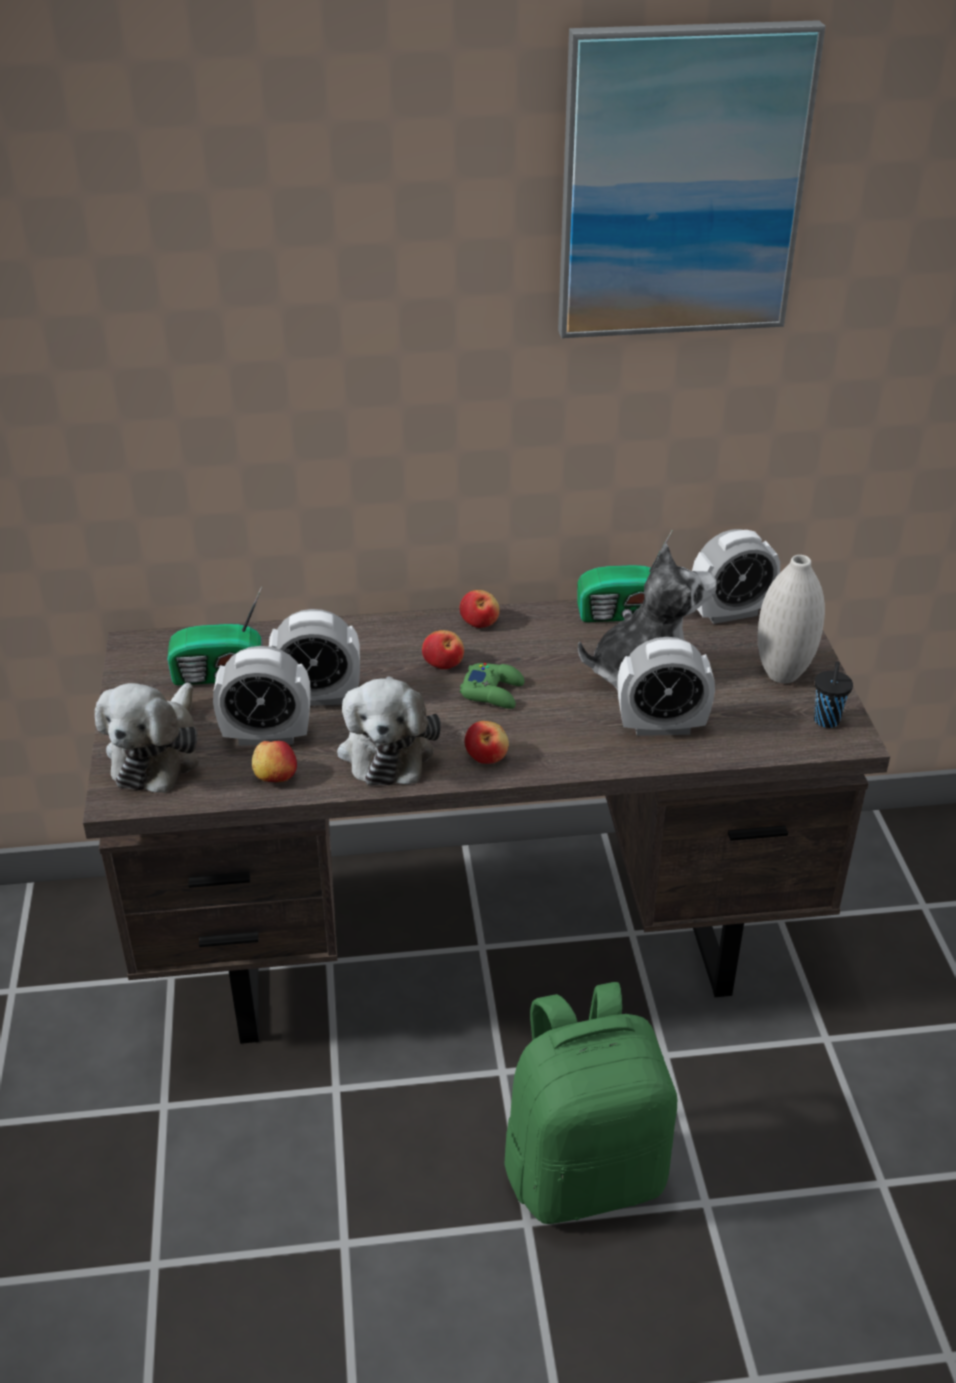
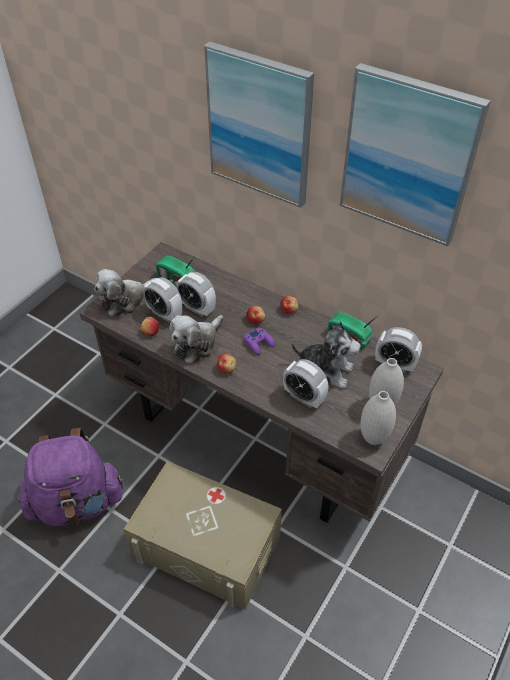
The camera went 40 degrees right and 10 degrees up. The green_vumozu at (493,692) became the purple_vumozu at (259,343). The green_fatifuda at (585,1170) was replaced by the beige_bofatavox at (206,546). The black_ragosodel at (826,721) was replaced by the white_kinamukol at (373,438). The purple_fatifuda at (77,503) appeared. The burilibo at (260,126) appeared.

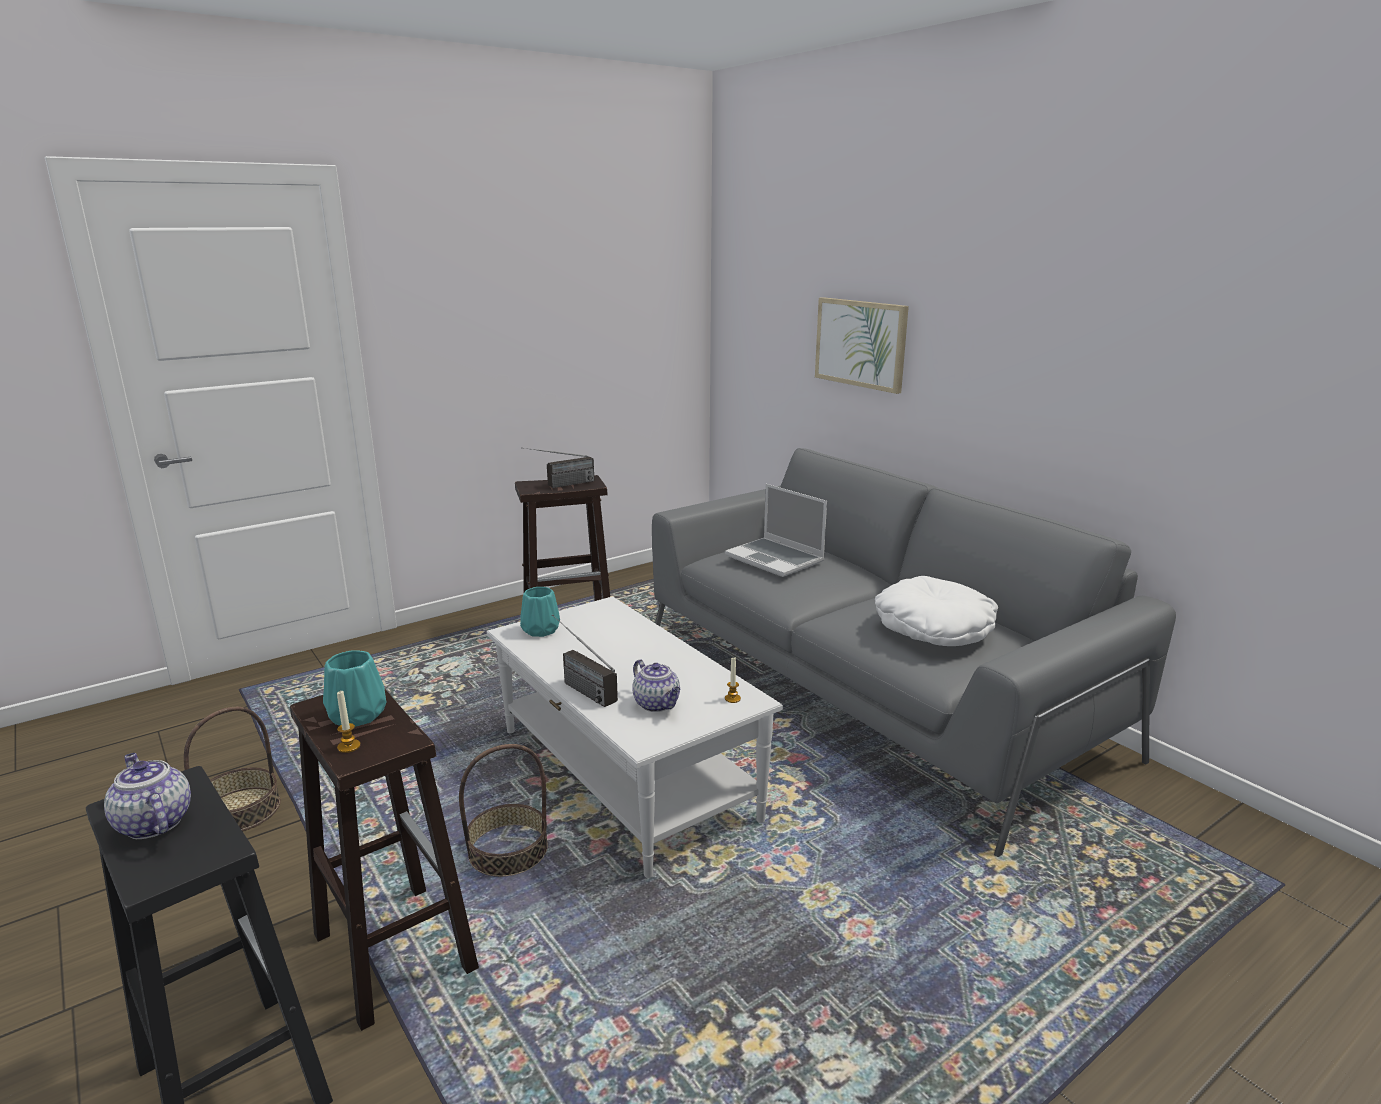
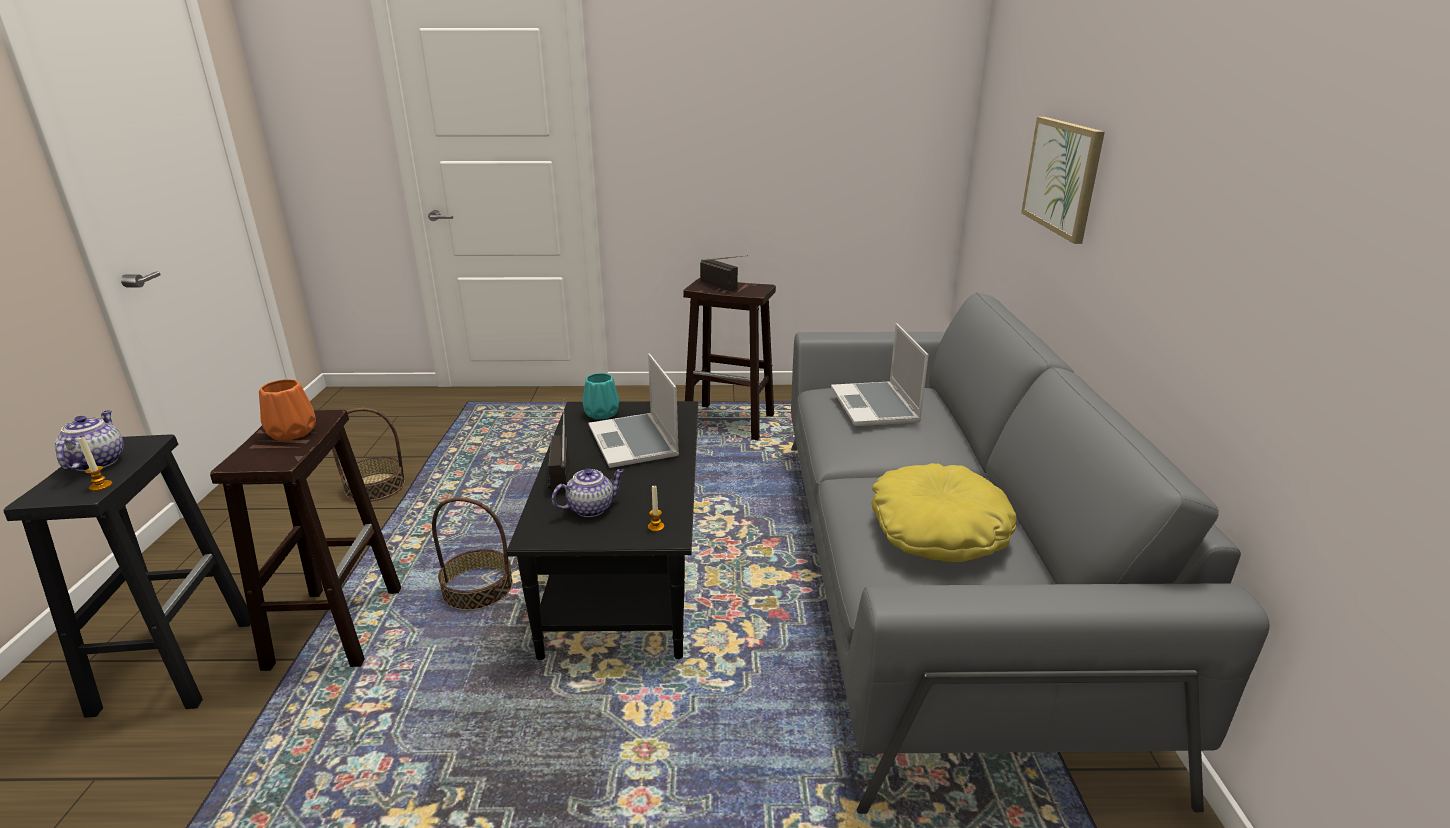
The camera went 35 degrees right and 5 degrees up. The turquoise_kinamukol at (355,715) became the orange_kinamukol at (291,432). The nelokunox moved from (349,746) to (100,486). The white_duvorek at (627,774) became the black_duvorek at (625,566). The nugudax at (560,485) turned 135 degrees counterclockwise. The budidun at (657,704) turned 120 degrees counterclockwise. The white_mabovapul at (936,628) became the yellow_mabovapul at (940,531). The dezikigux at (635,442) appeared.

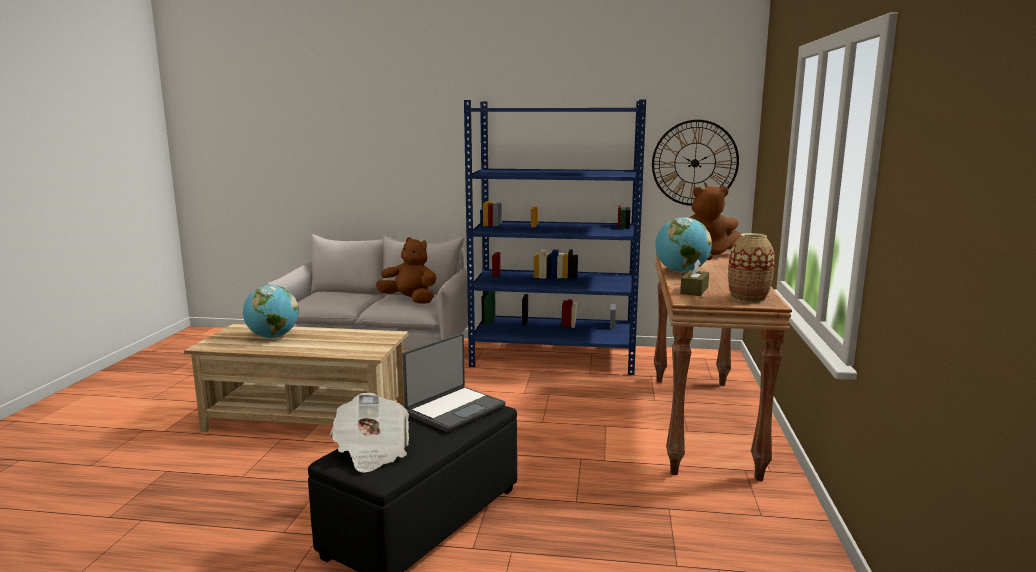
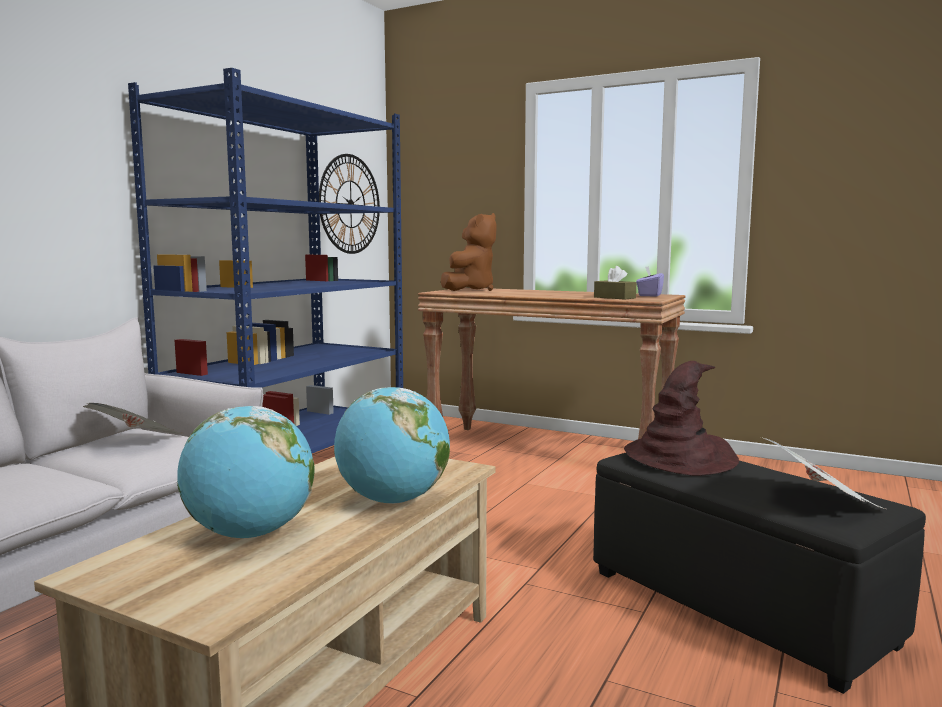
The camera went 70 degrees left and 5 degrees down. The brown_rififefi at (410,300) was replaced by the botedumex at (137,442). The dezikigux at (454,409) was replaced by the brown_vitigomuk at (681,458). The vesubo moved from (681,272) to (393,501). The kinamukol at (748,298) was replaced by the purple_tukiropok at (649,295).

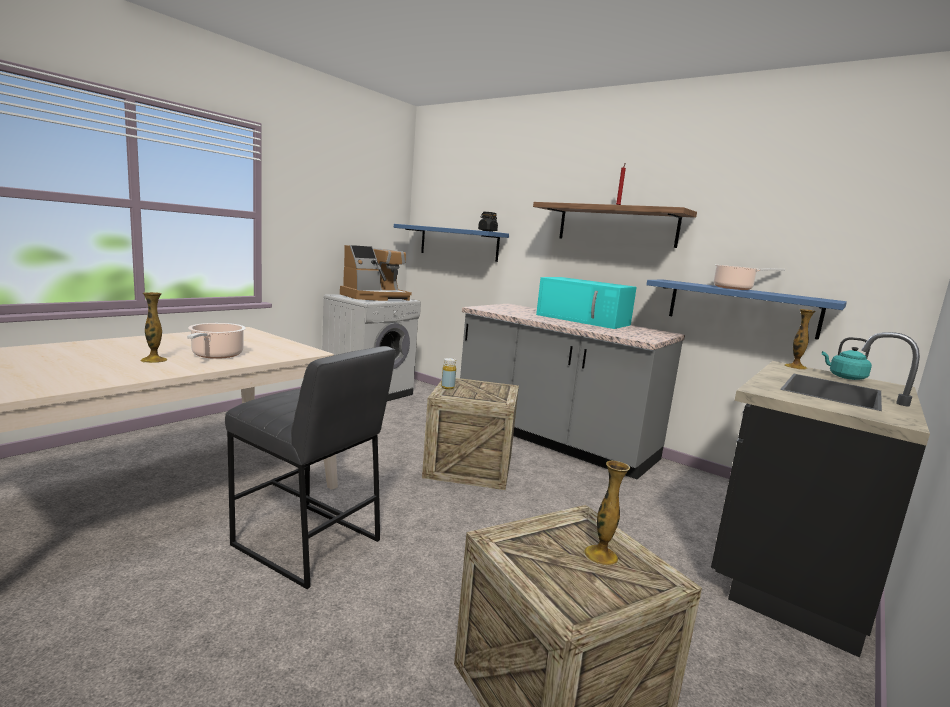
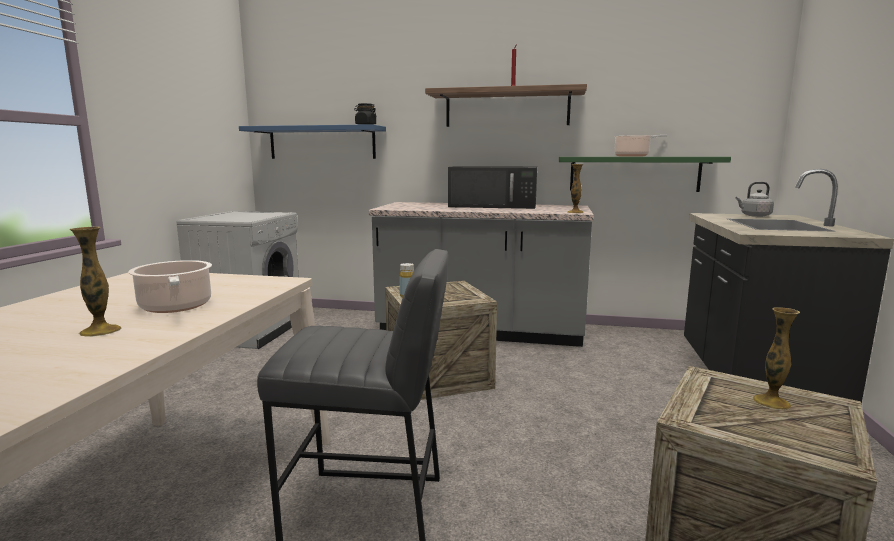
The camera went 25 degrees left and 0 degrees up. The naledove at (375,297) disappeared. The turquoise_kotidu at (584,320) became the black_kotidu at (494,205). The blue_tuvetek at (742,308) became the green_tuvetek at (634,174). The kinamukol moved from (795,367) to (575,212). The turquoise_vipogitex at (844,377) became the grey_vipogitex at (754,216).

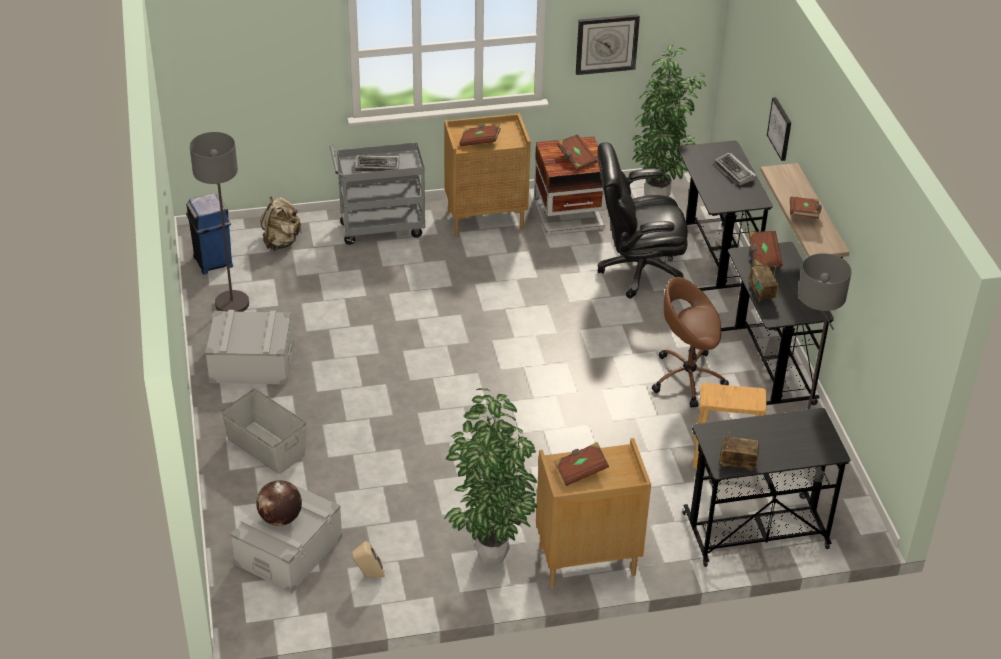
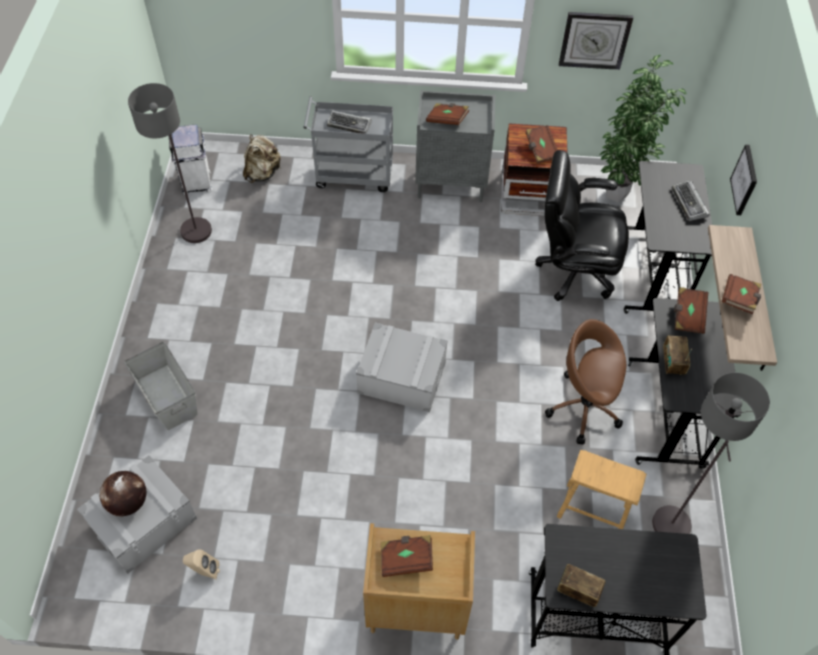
The camera went 15 degrees right and 15 degrees up. The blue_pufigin at (213,262) became the white_pufigin at (196,183). The grey_bofatavox moved from (251,363) to (401,377). The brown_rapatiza at (486,220) became the grey_rapatiza at (451,185). The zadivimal at (488,559) disappeared.

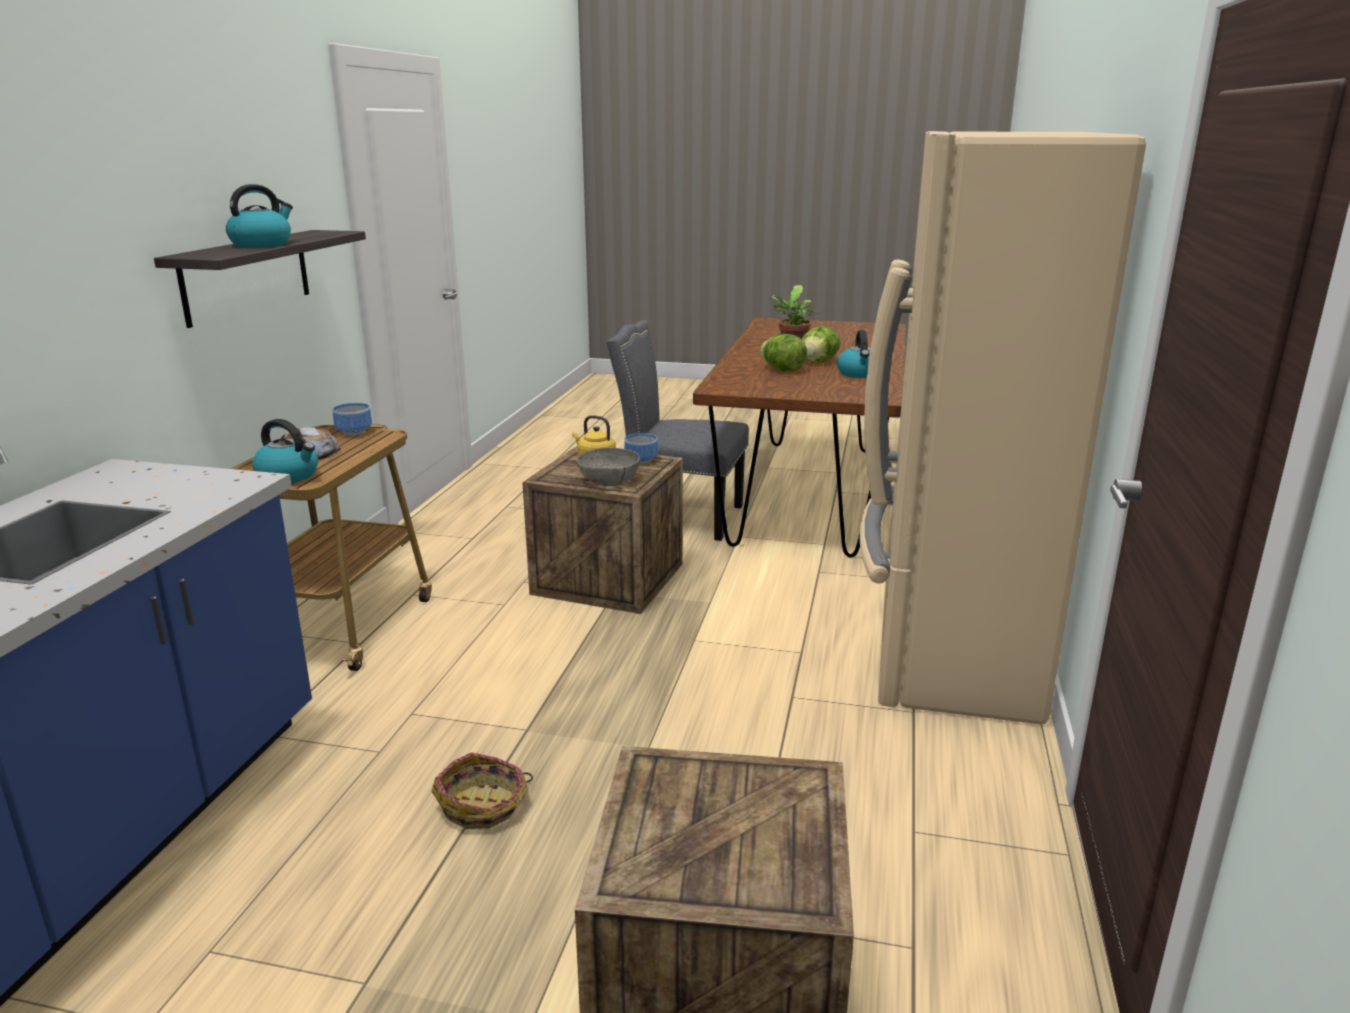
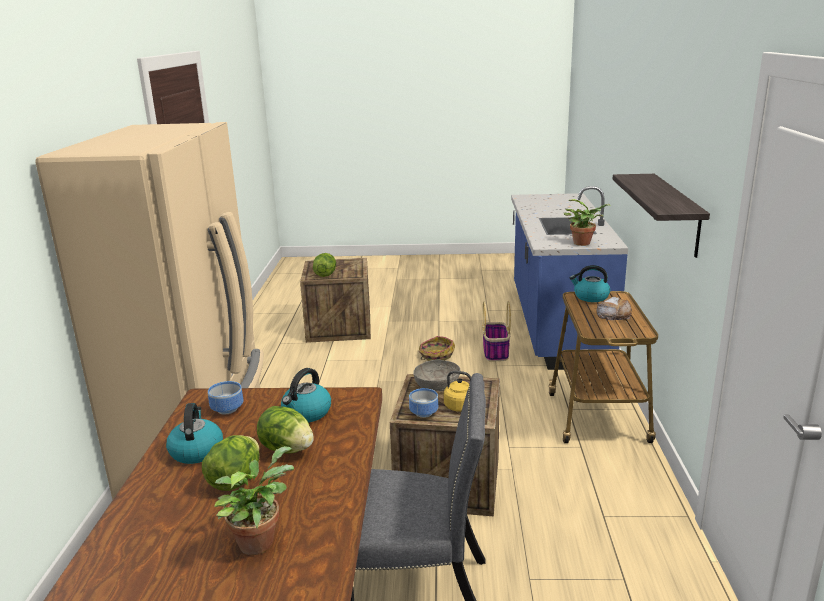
The camera went 170 degrees right and 0 degrees up. The vipogitex moved from (262,244) to (306,413). The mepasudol moved from (354,432) to (227,408). The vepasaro at (325,274) appeared. The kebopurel at (496,352) appeared. The zadivimal at (584,243) appeared.

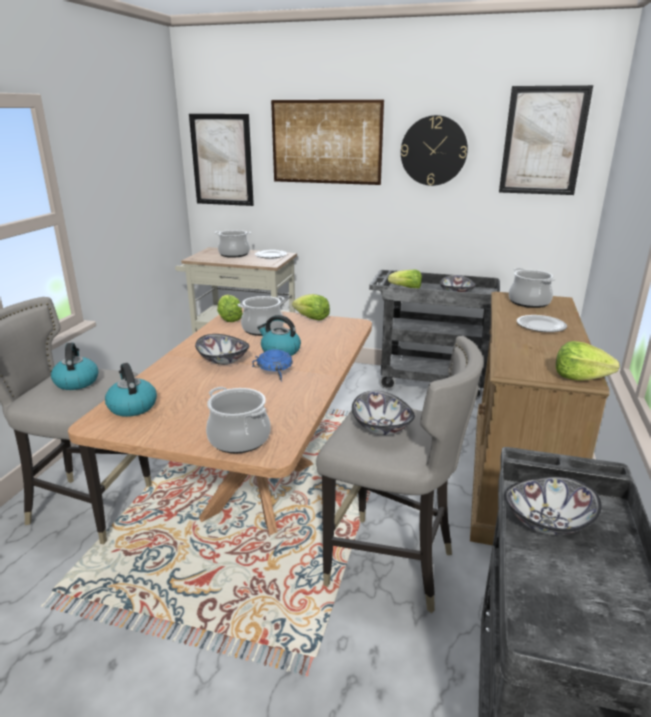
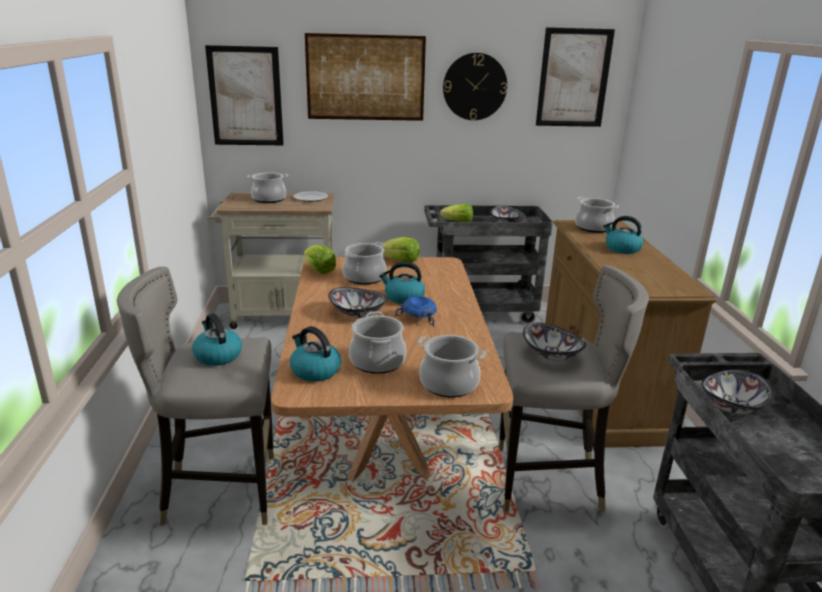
The camera went 20 degrees left and 0 degrees up. The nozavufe at (541,326) was replaced by the vipogitex at (622,249). The vepasaro at (579,377) disappeared. The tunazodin at (377,361) appeared.

